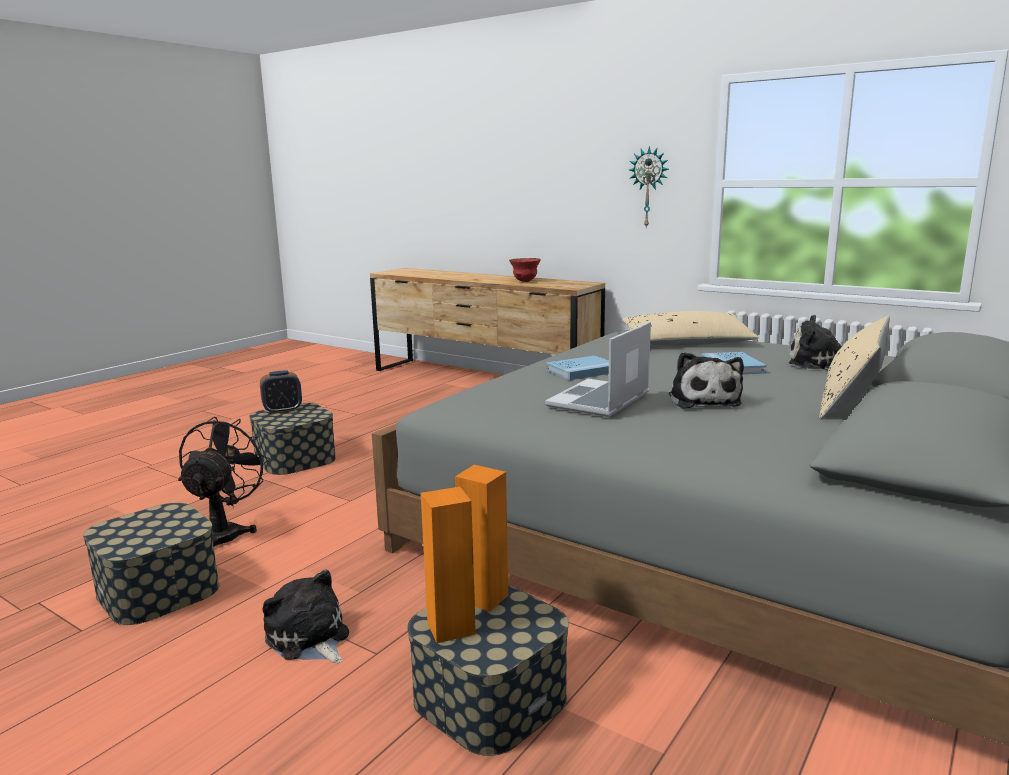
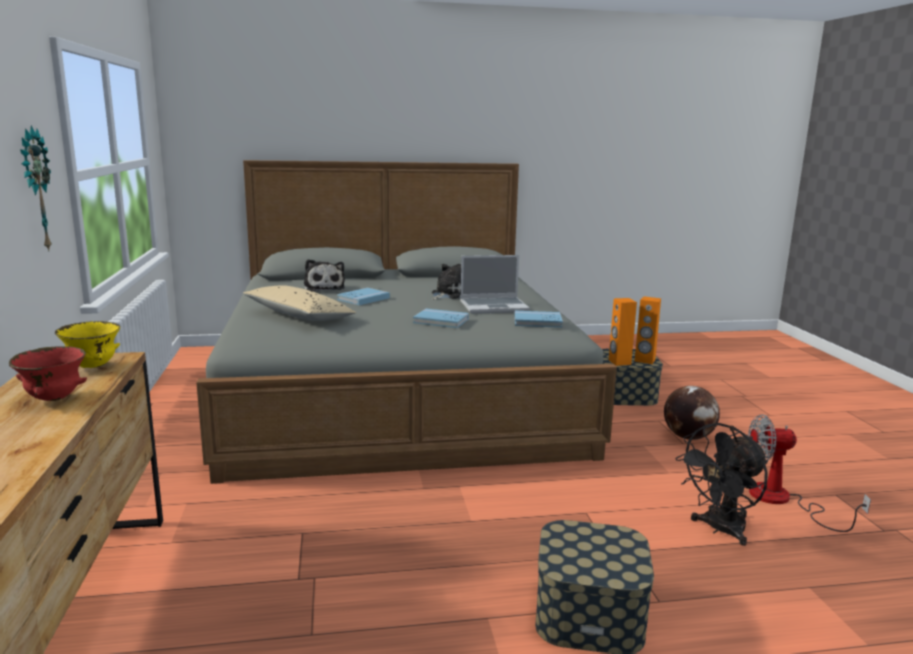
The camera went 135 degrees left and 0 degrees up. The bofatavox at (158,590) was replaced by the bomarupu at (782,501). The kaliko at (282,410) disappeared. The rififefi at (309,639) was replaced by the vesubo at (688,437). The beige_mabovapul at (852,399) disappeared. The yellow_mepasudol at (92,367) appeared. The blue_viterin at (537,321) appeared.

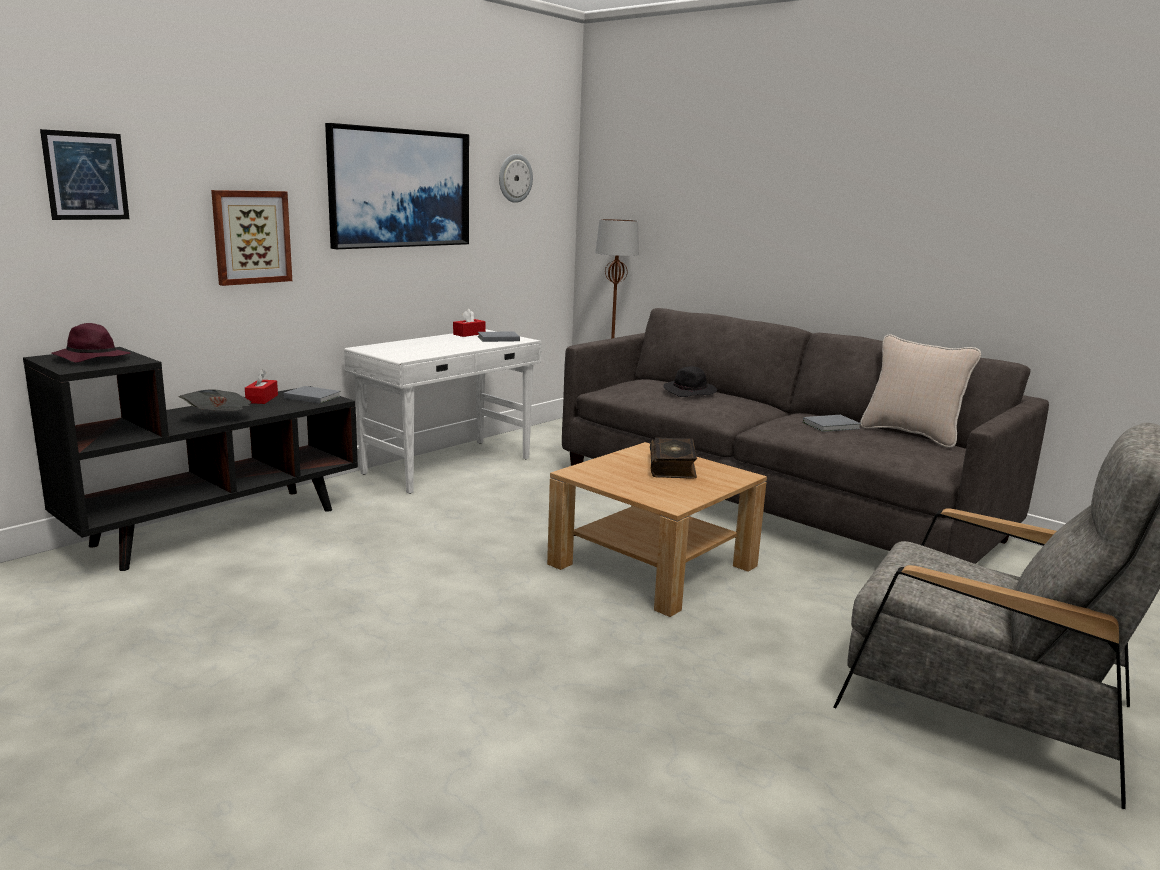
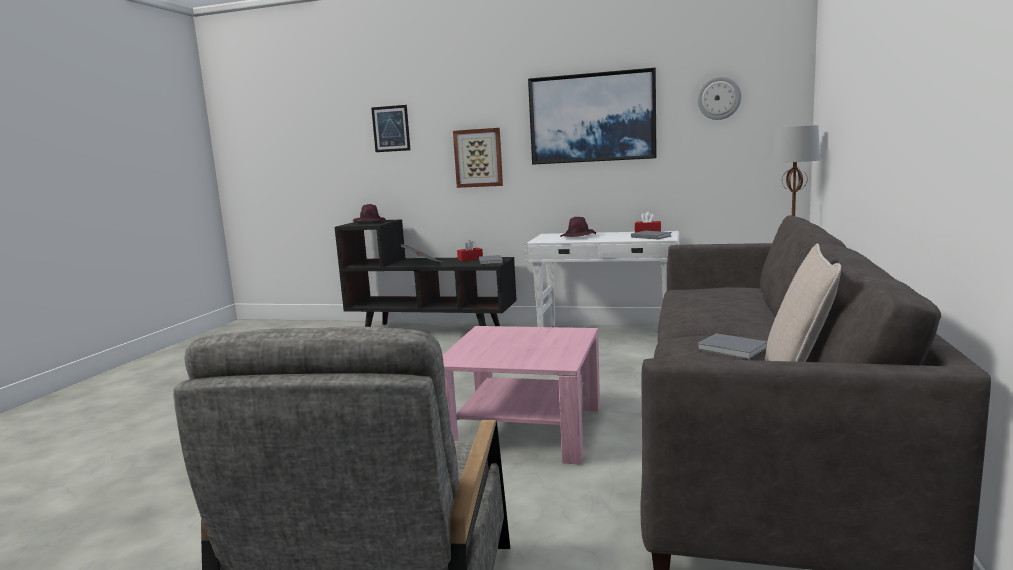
The camera went 65 degrees right and 5 degrees down. The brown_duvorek at (653,565) became the pink_duvorek at (524,428). The viterin at (673,467) disappeared. The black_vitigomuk at (690,392) disappeared. The purple_vitigomuk at (578,236) appeared.

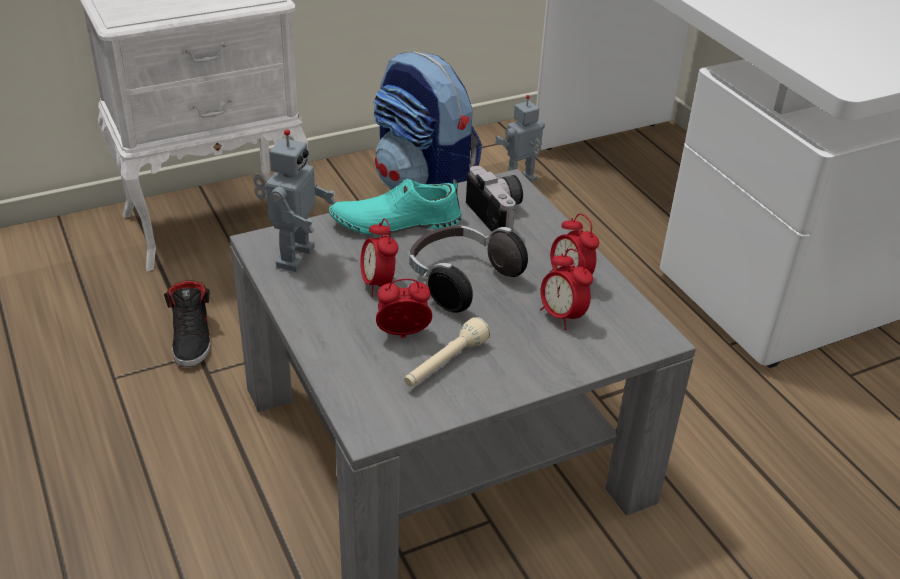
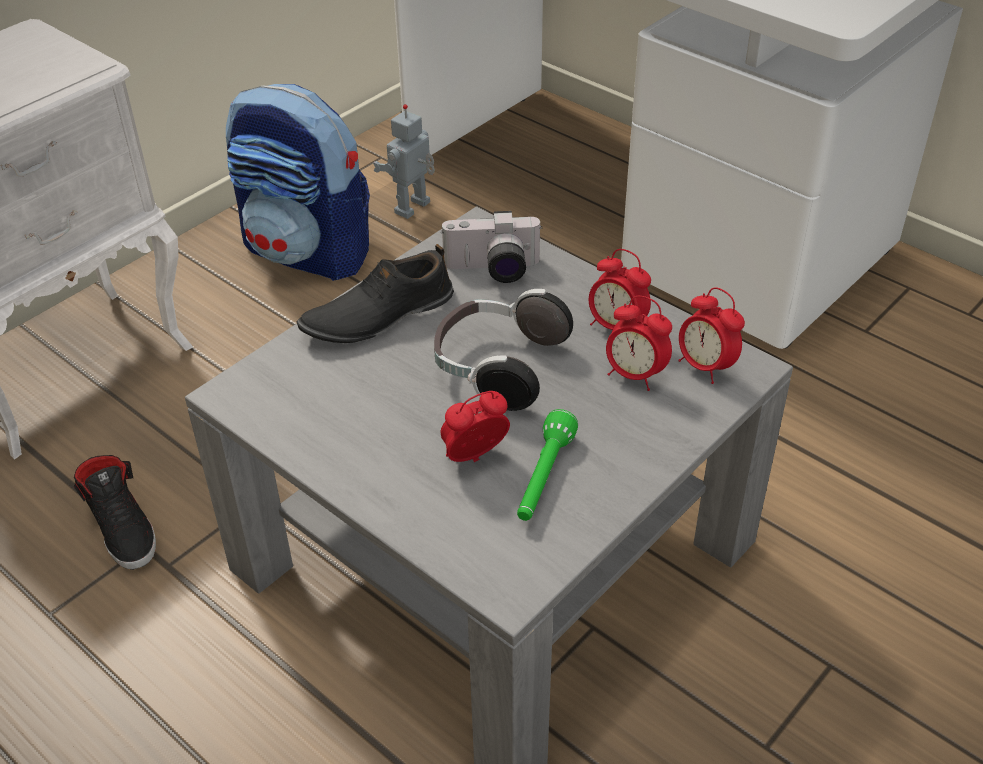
The camera went 20 degrees left and 5 degrees up. The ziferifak at (293,257) disappeared. The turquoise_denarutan at (395,222) became the black_denarutan at (377,315). The kaliko moved from (378,284) to (705,367). The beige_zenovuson at (444,364) became the green_zenovuson at (543,478). The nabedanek at (500,215) turned 135 degrees clockwise.

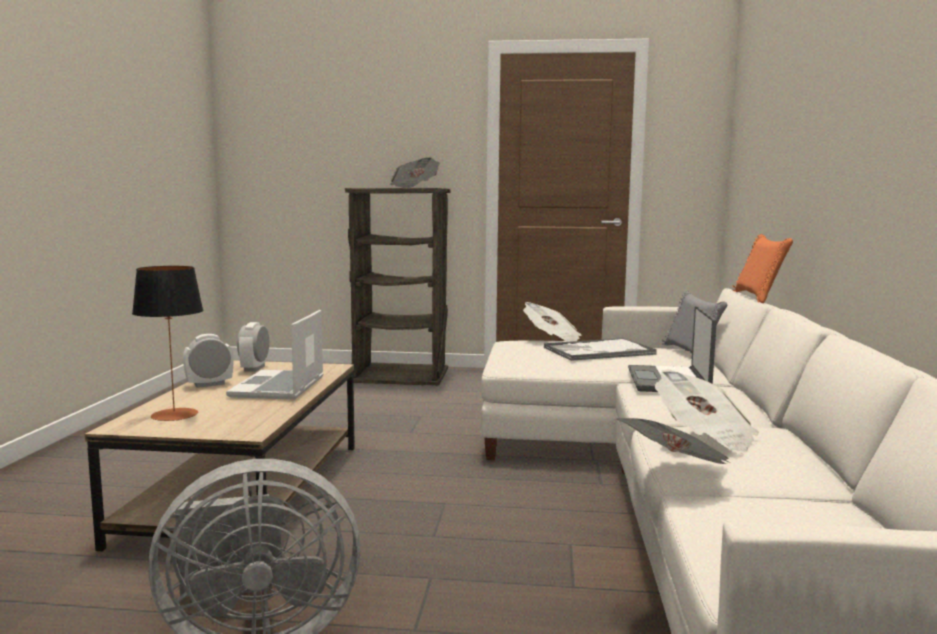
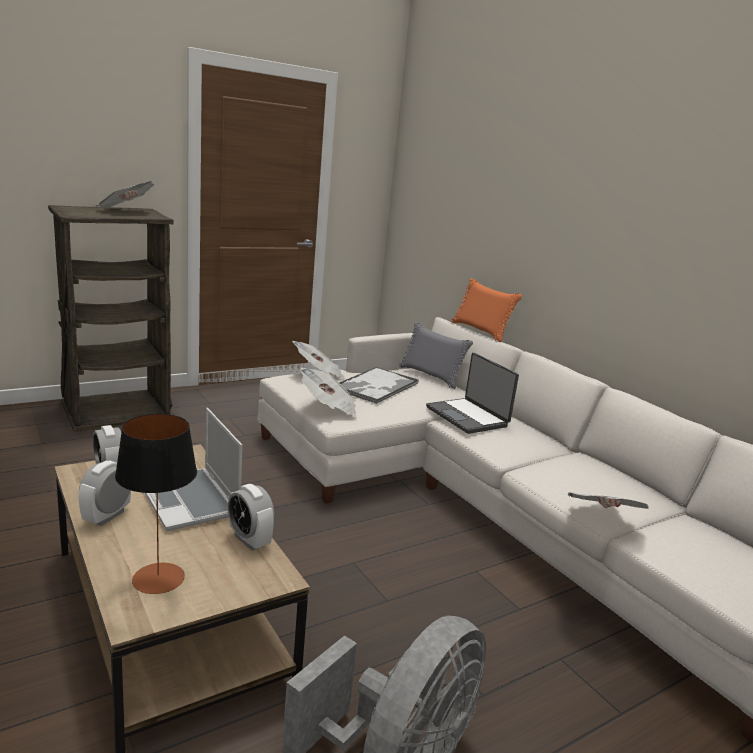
The camera went 40 degrees left and 10 degrees up. The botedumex moved from (705,437) to (329,407). The kaliko at (249,540) appeared.

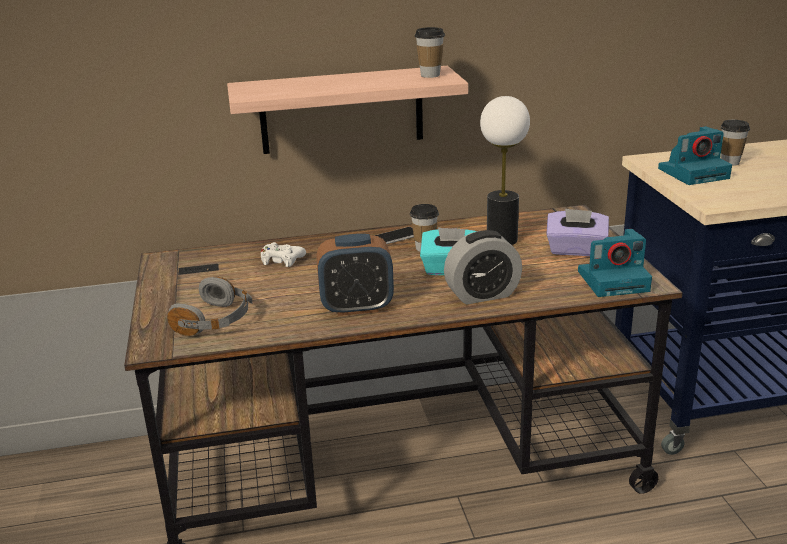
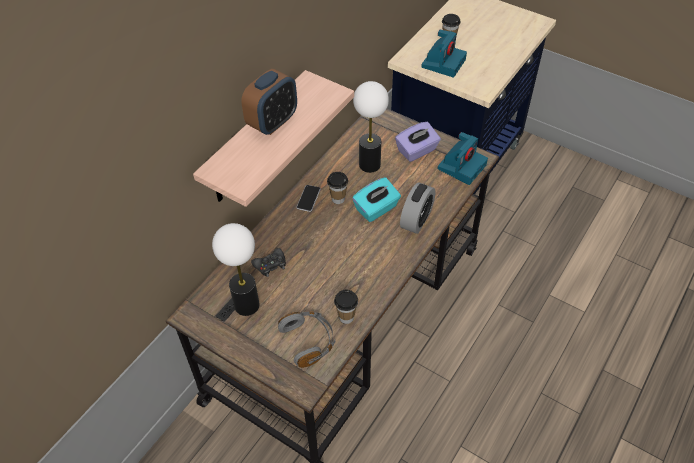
The camera went 45 degrees left and 25 degrees up. The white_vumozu at (281,260) became the black_vumozu at (270,265). The kaliko moved from (356,307) to (273,122). The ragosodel moved from (430,75) to (346,317). The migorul at (246,305) appeared.

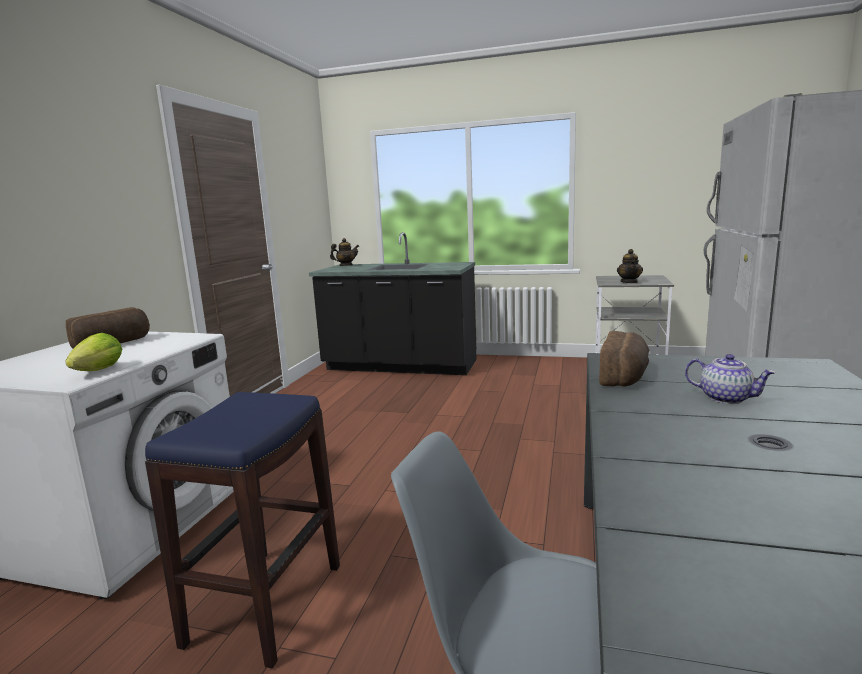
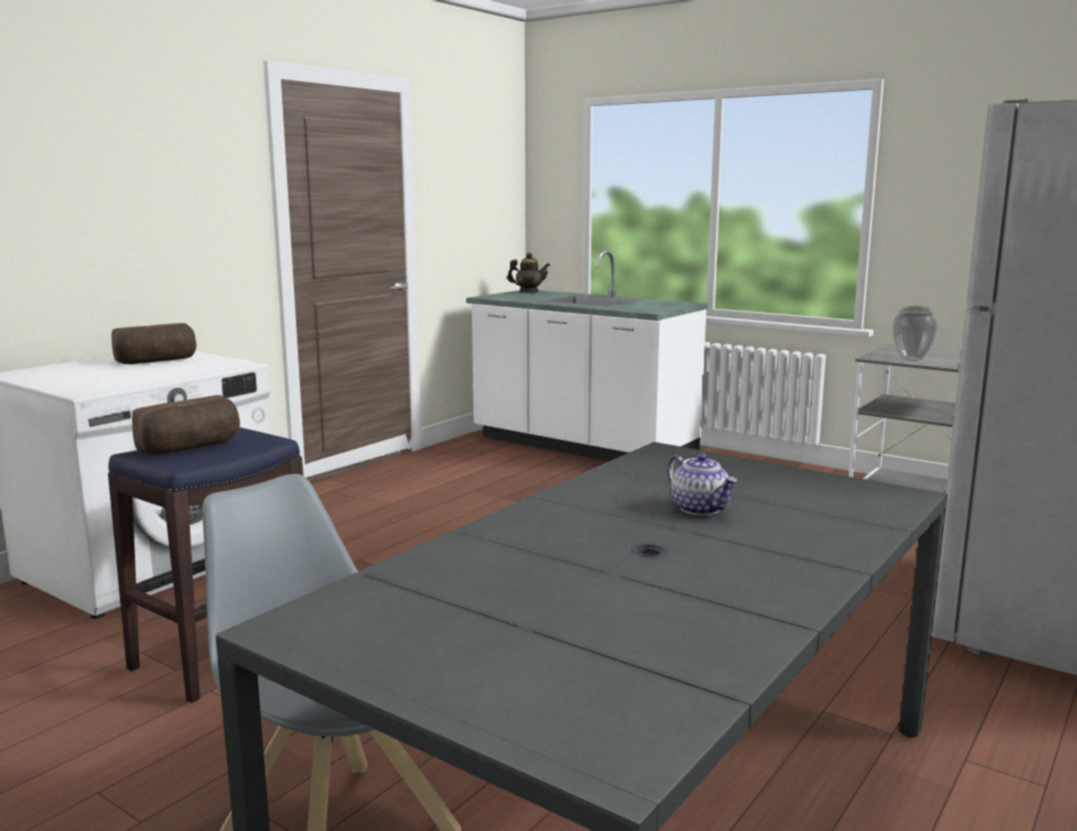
The camera went 20 degrees right and 0 degrees up. The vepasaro at (96,372) disappeared. The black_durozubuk at (400,366) became the white_durozubuk at (582,446). The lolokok moved from (625,376) to (191,448). The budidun at (629,282) was replaced by the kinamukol at (912,359).

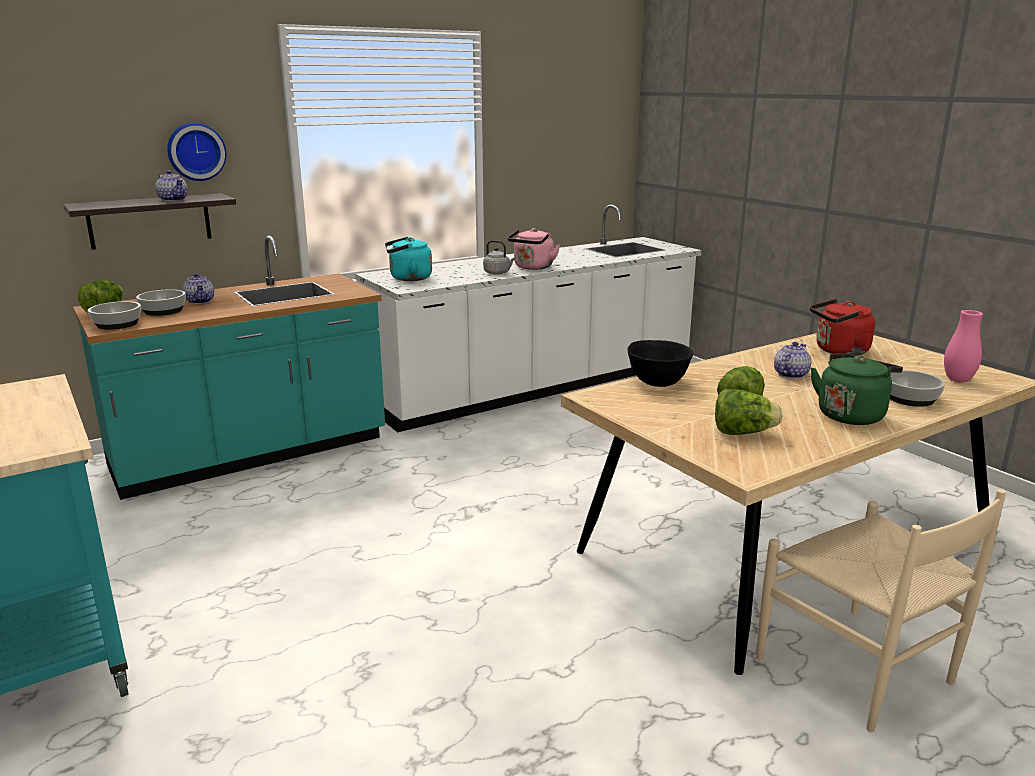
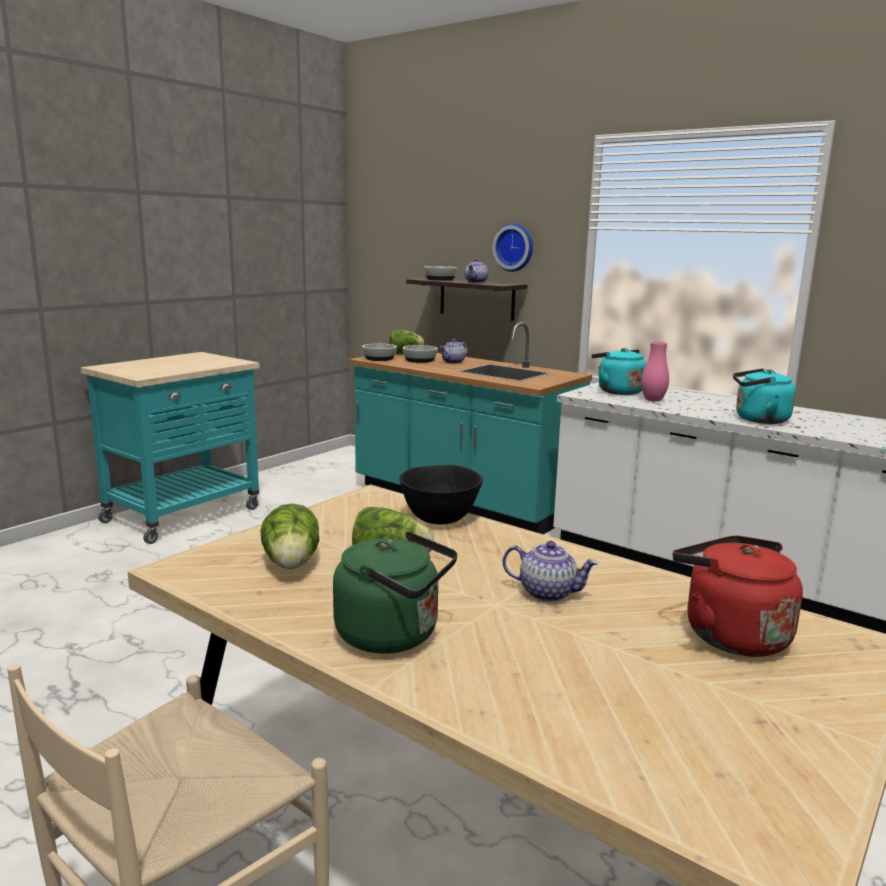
The camera went 70 degrees right and 5 degrees down. The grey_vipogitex at (498,273) disappeared. The pink_vipogitex at (532,267) became the turquoise_vipogitex at (758,420). The mepasudol moved from (910,398) to (440,279). The pink_kinamukol moved from (958,380) to (653,400).

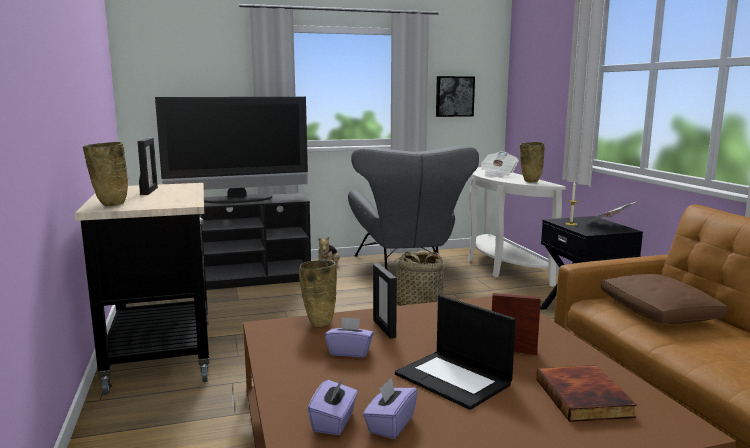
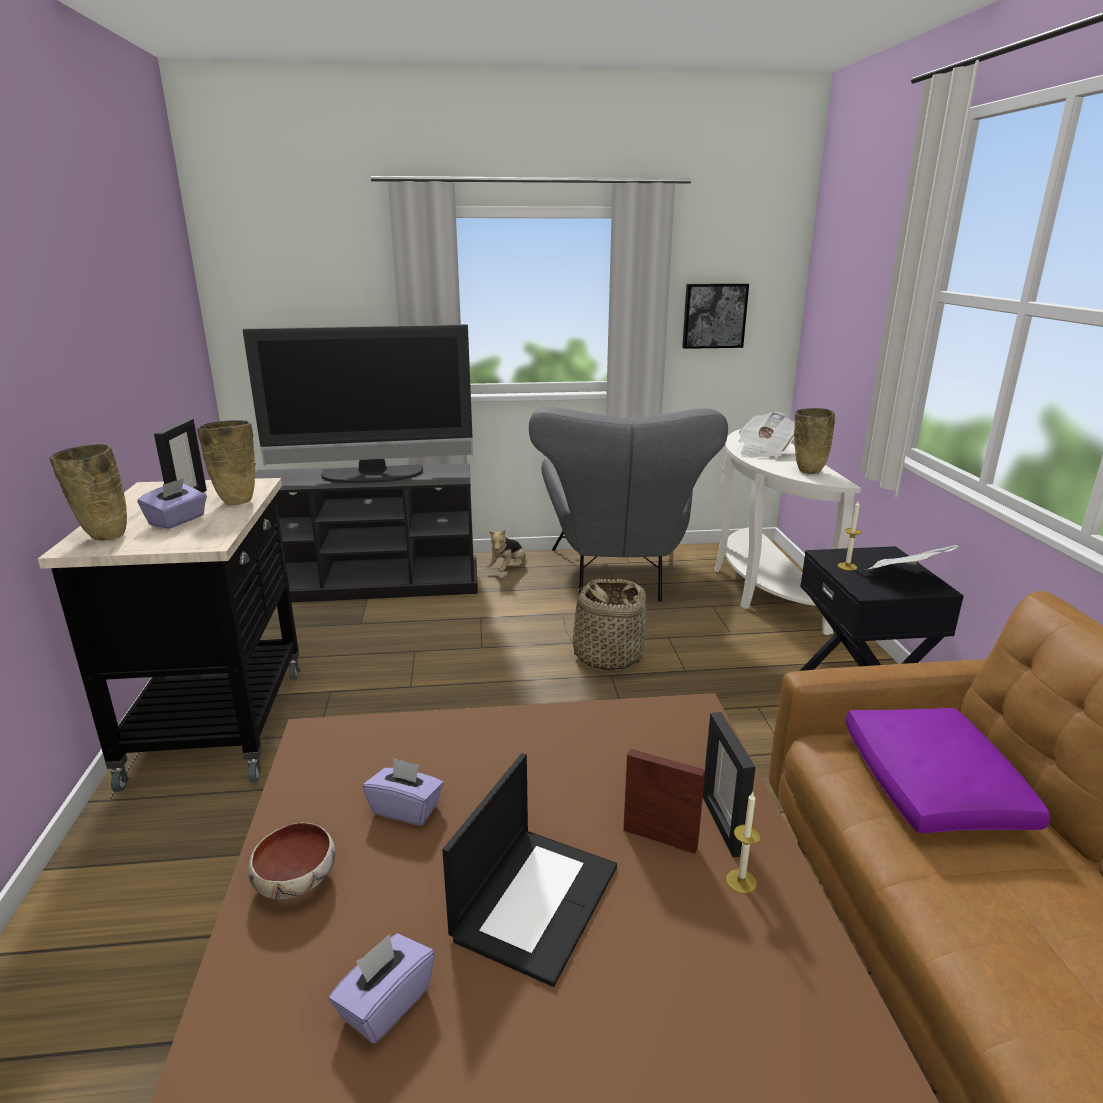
The camera went 10 degrees right and 10 degrees up. The beige_kinamukol moved from (319,322) to (238,501). The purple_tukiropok moved from (334,422) to (177,521). The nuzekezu moved from (385,328) to (724,824). The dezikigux at (454,379) turned 120 degrees counterclockwise. The viterin at (585,398) disappeared. The brown_mabovapul at (659,313) became the purple_mabovapul at (933,788). The mepasudol at (296,879) appeared. The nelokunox at (741,881) appeared.

